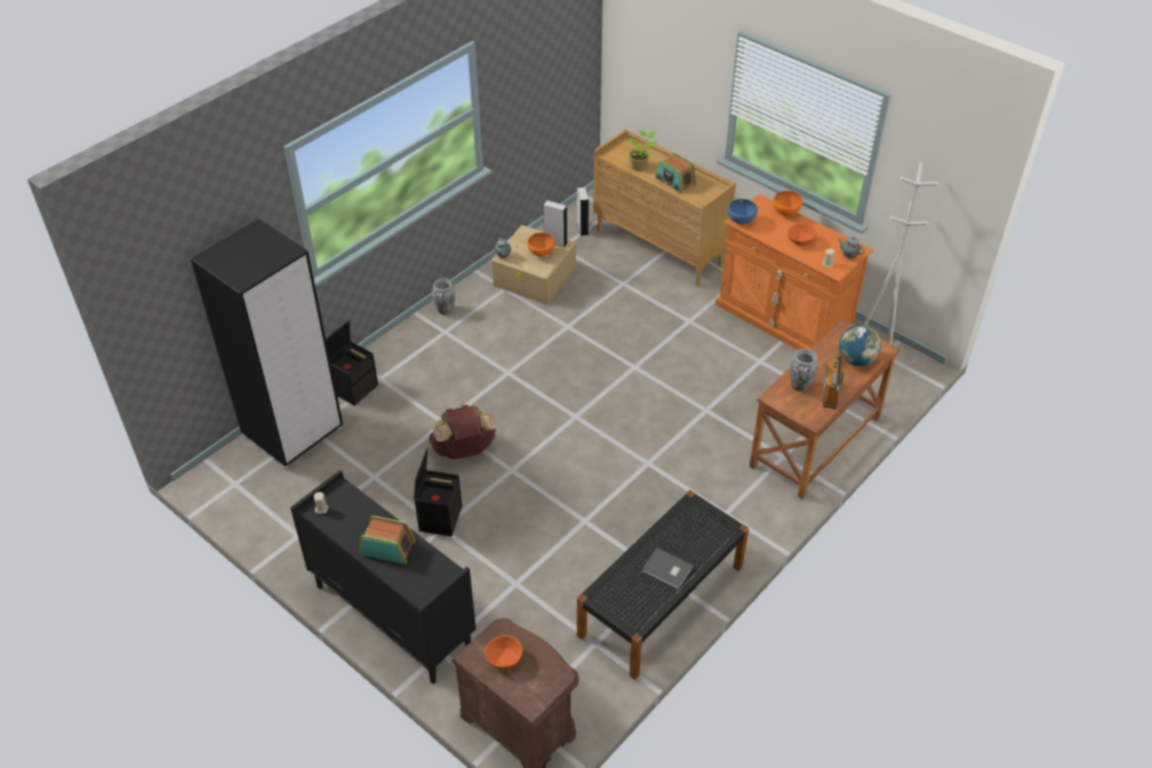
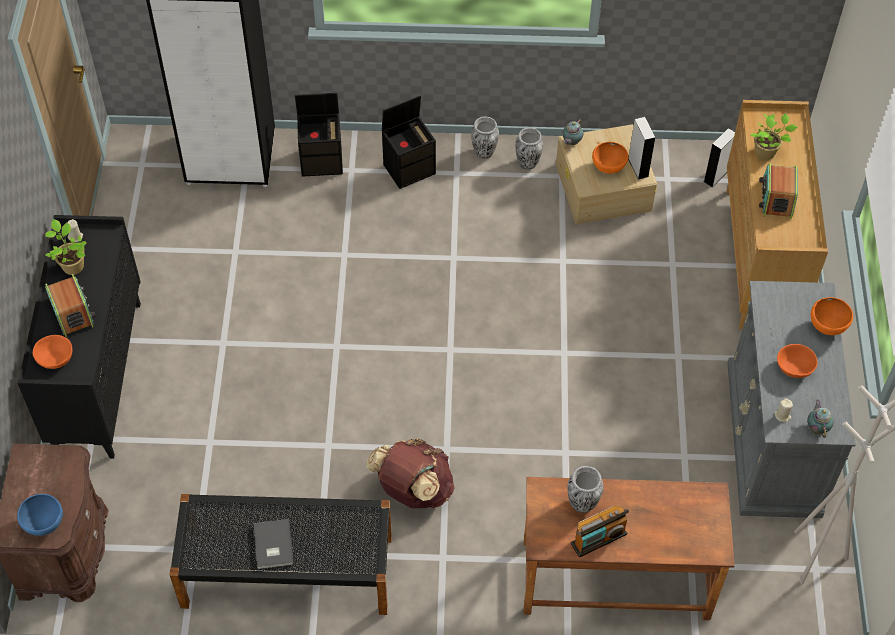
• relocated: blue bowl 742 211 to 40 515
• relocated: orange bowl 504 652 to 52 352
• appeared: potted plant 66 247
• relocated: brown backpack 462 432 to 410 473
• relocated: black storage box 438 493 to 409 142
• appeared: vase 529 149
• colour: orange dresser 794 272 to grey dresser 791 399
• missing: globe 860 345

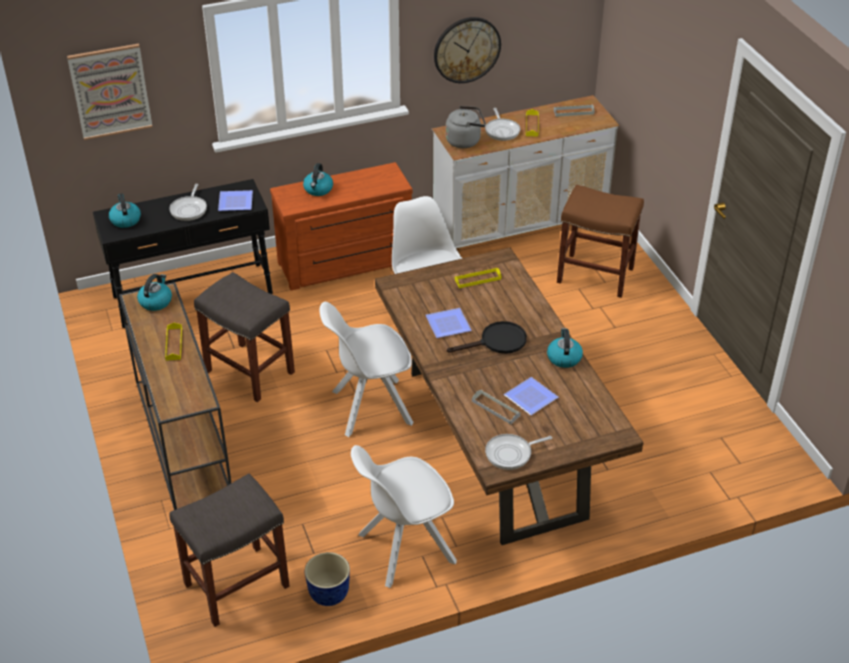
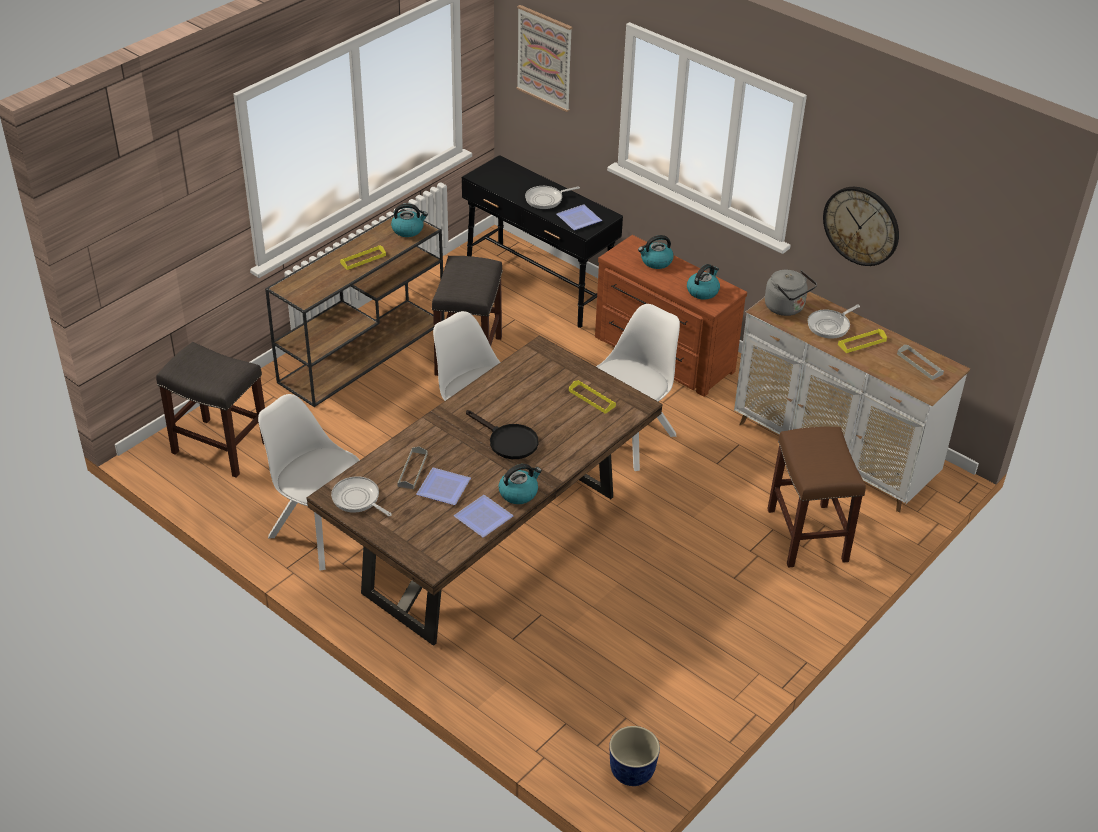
• relocated: plate 449 323 to 484 516
• relocated: planter 327 579 to 634 756
• relocated: kettle 125 210 to 703 282

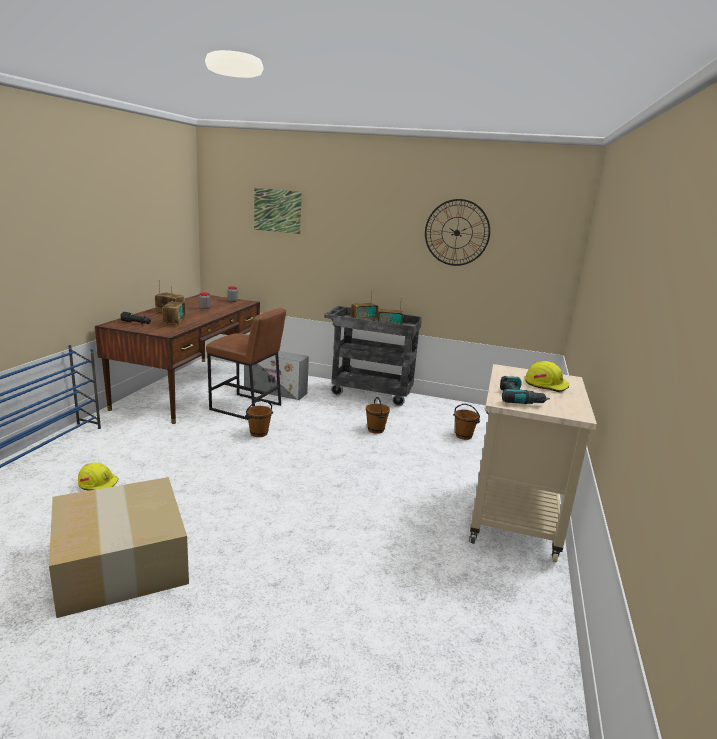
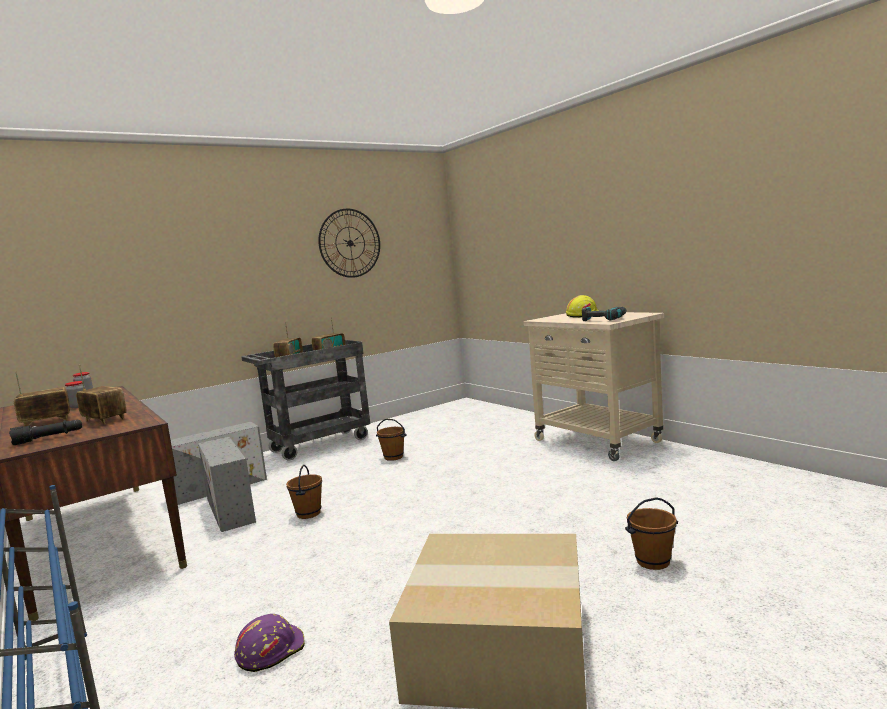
• exchanged: brown chair 246 364 to grey storage box 227 484
• colour: yellow hard hat 98 477 to purple hard hat 269 643
• relocated: brown bucket 466 422 to 651 533
• missing: picture 278 211

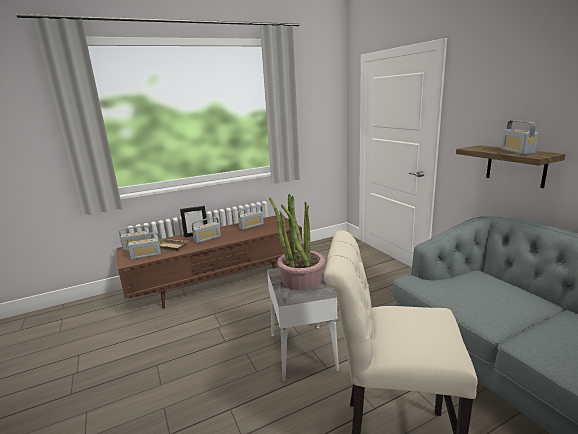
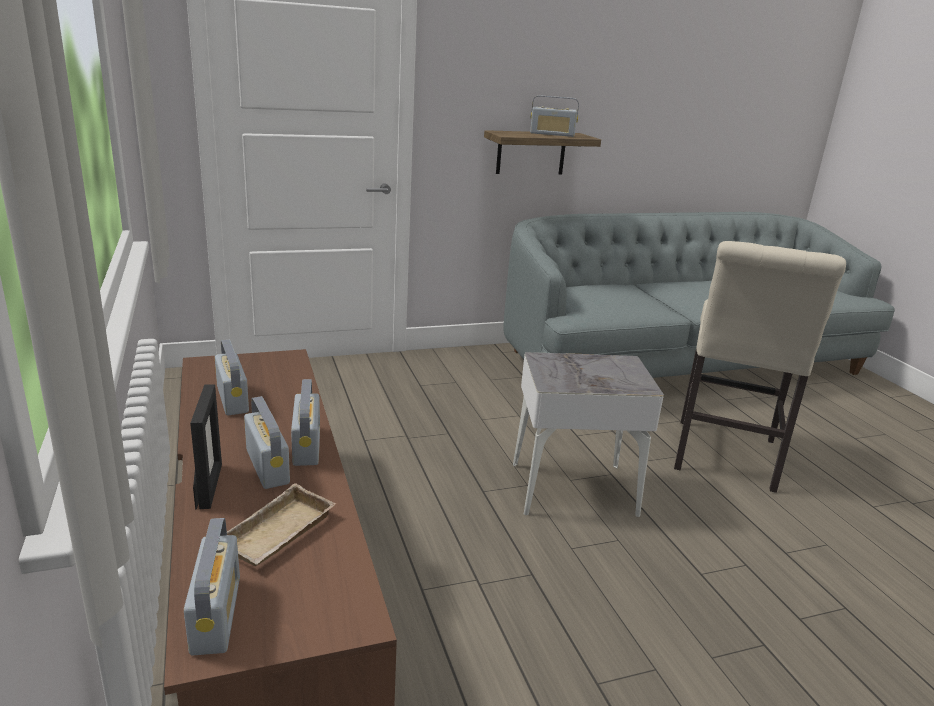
• relocated: radio 144 246 to 305 422
• missing: potted plant 297 242

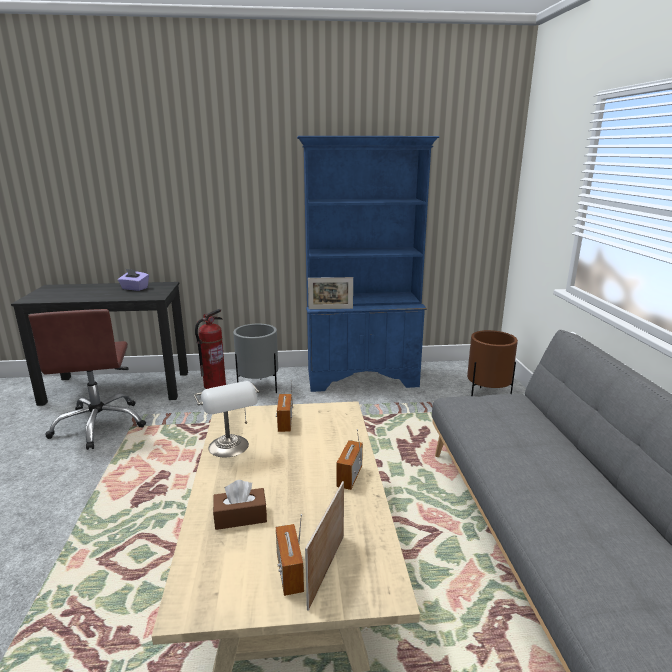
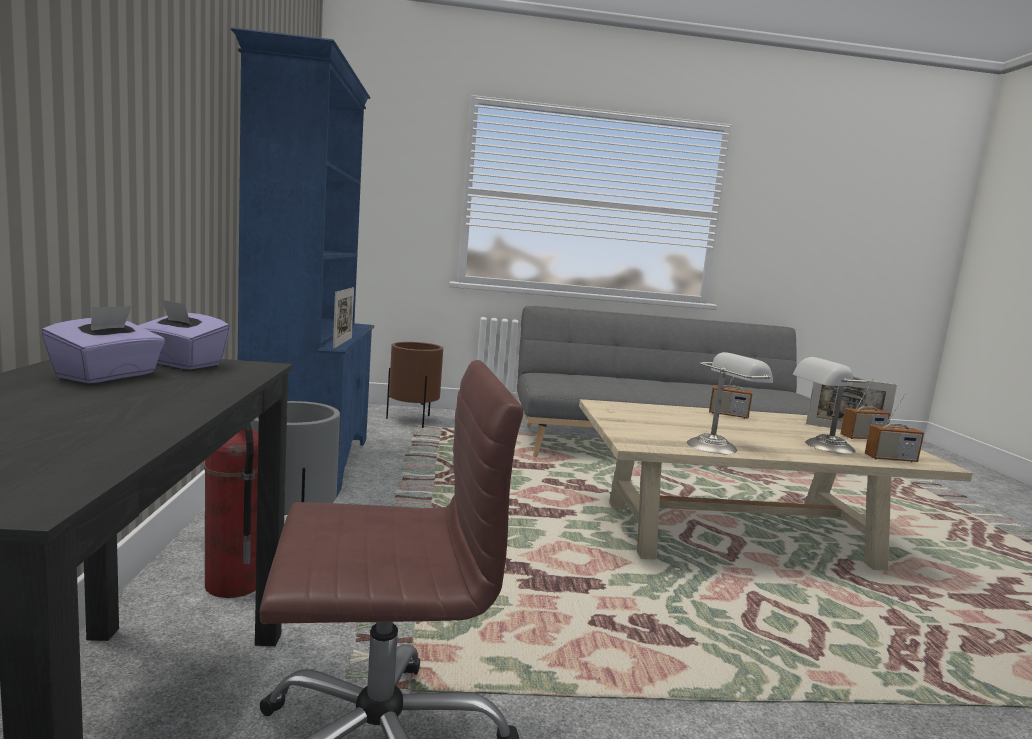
• appeared: purple tissue box 184 334
• exchanged: brown tissue box 240 505 to white table lamp 830 405
• relocated: radio 284 408 to 894 427

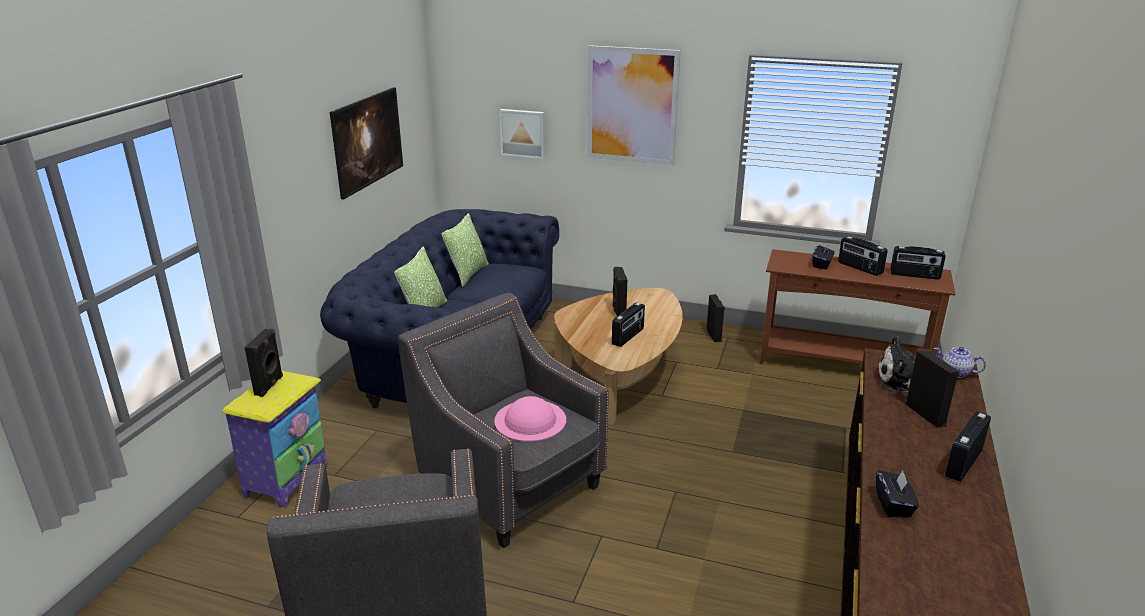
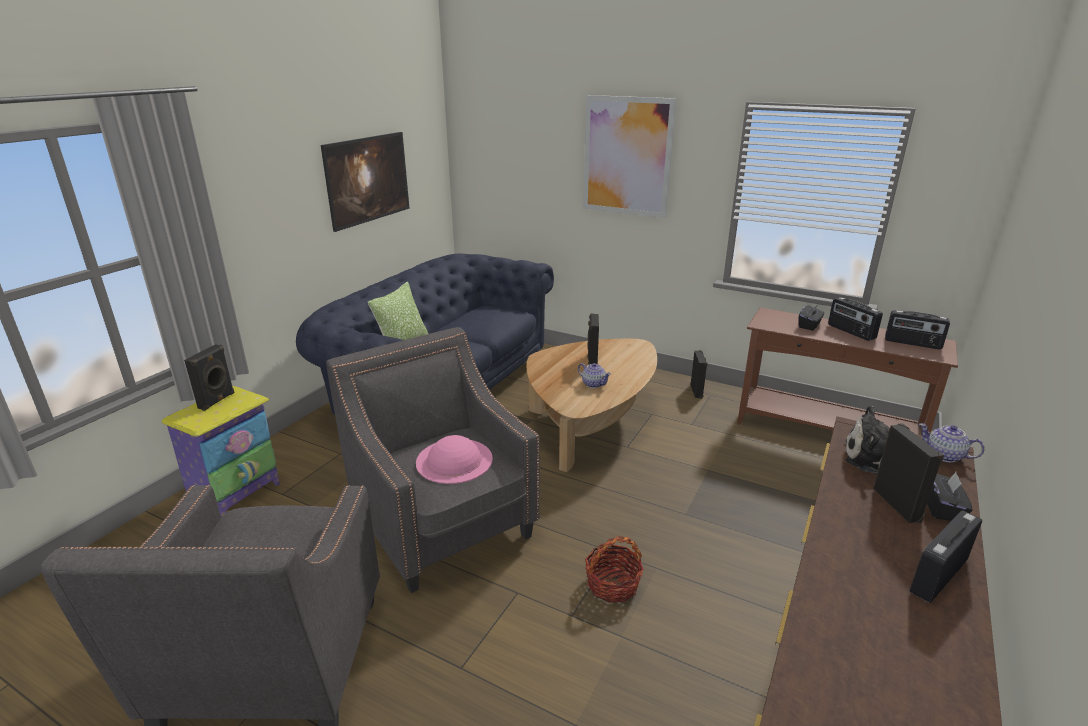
• exchanged: radio 628 324 to teapot 594 375
• appeared: basket 614 569
• relocated: black tissue box 897 494 to 950 496
• missing: pillow 465 250
• missing: picture 522 134

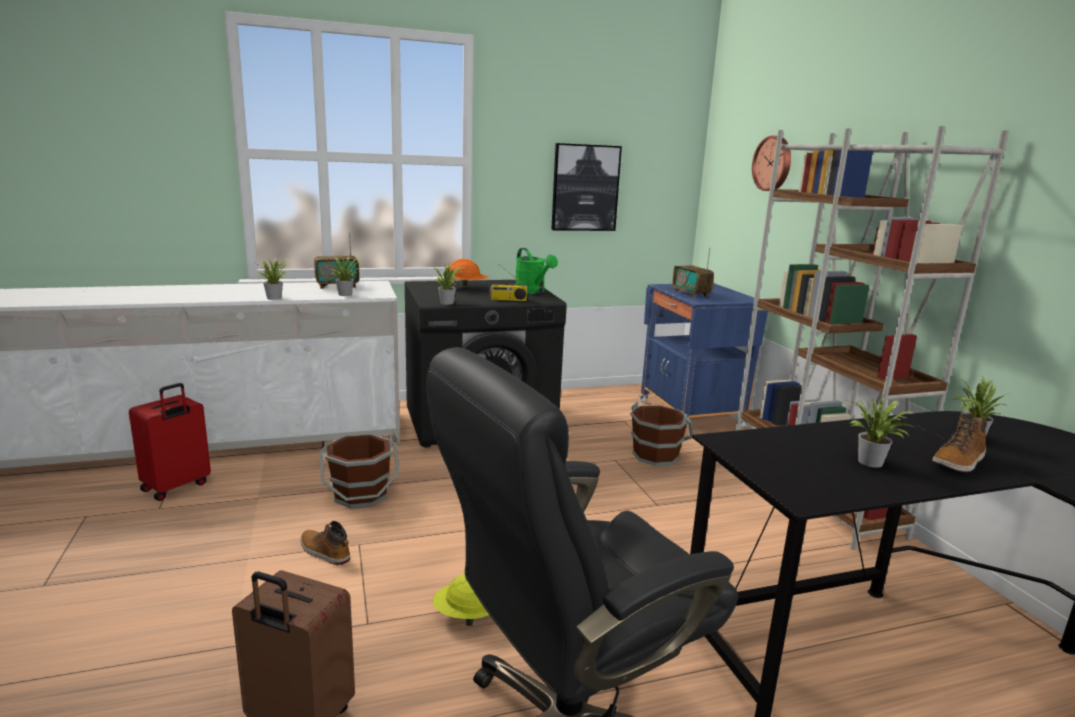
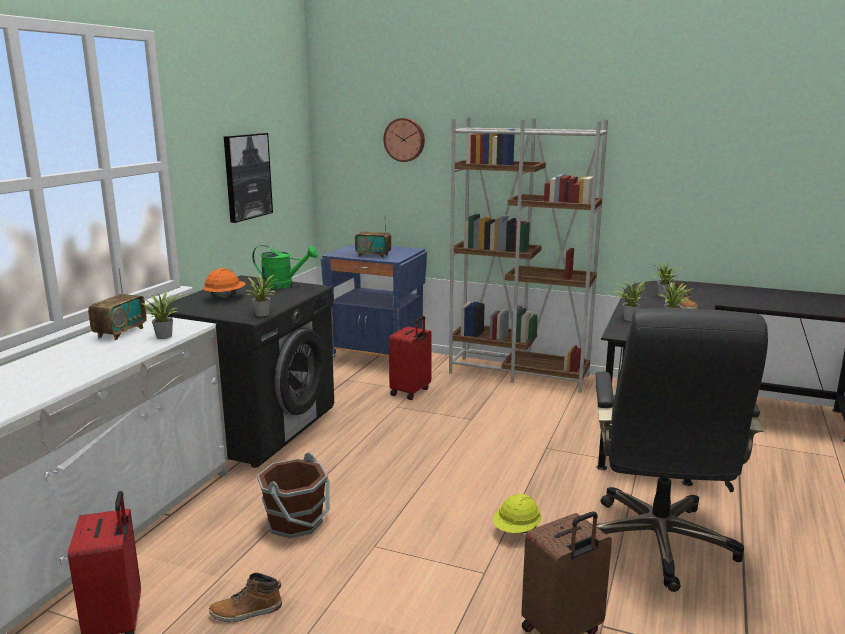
• relocated: boot 325 543 to 245 597
• exchanged: brown bucket 661 434 to red suitcase 410 358
• relocated: potted plant 270 278 to 629 300
• missing: radio 508 283

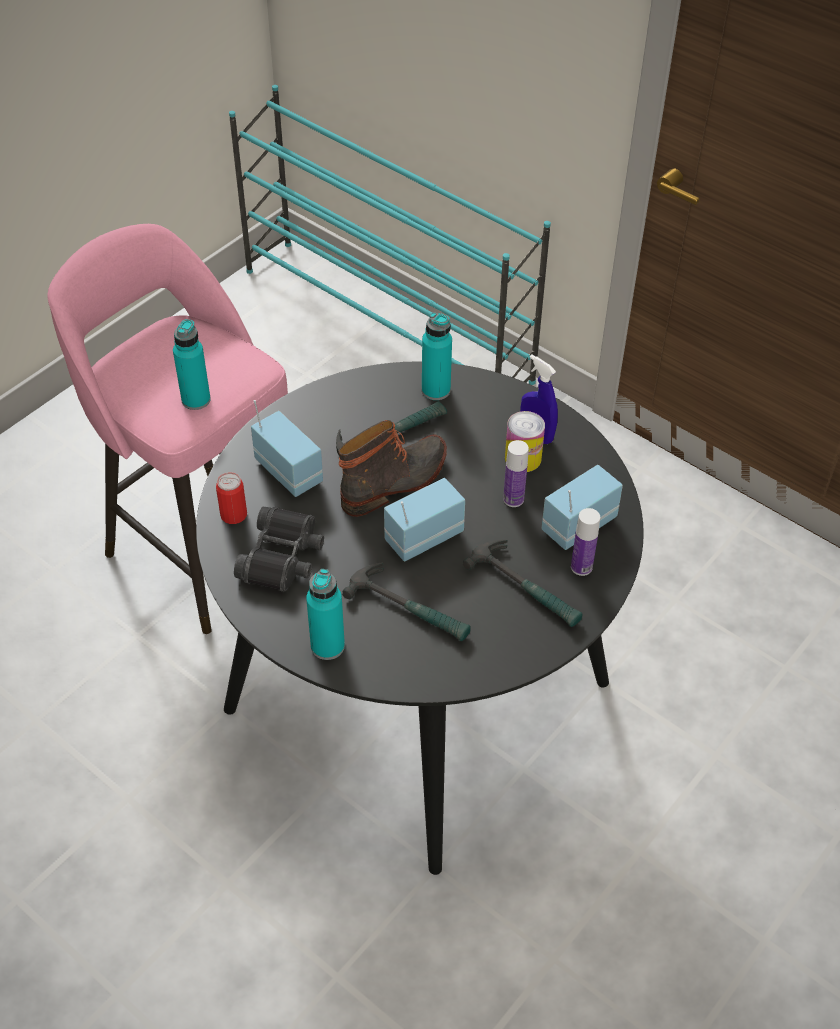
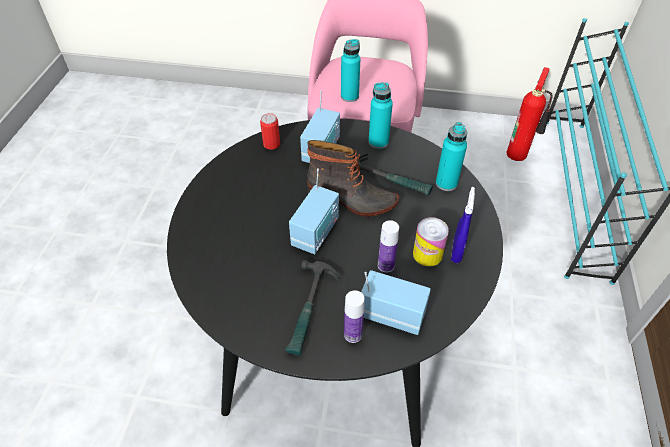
• spun: radio 424 520 = 314 211 90 degrees clockwise
• relocated: turquoise bottle 325 614 to 381 115
• appeared: fire extinguisher 530 114
• missing: black binoculars 279 549
• missing: hammer 406 602

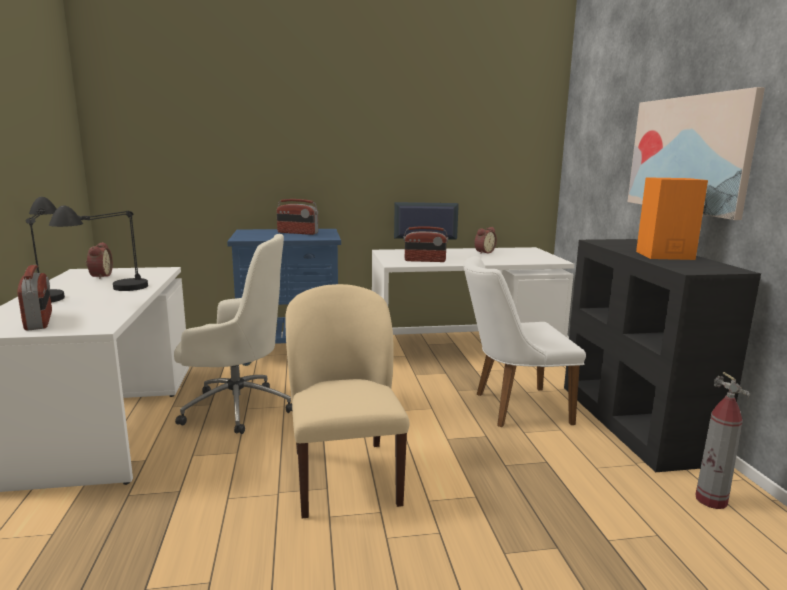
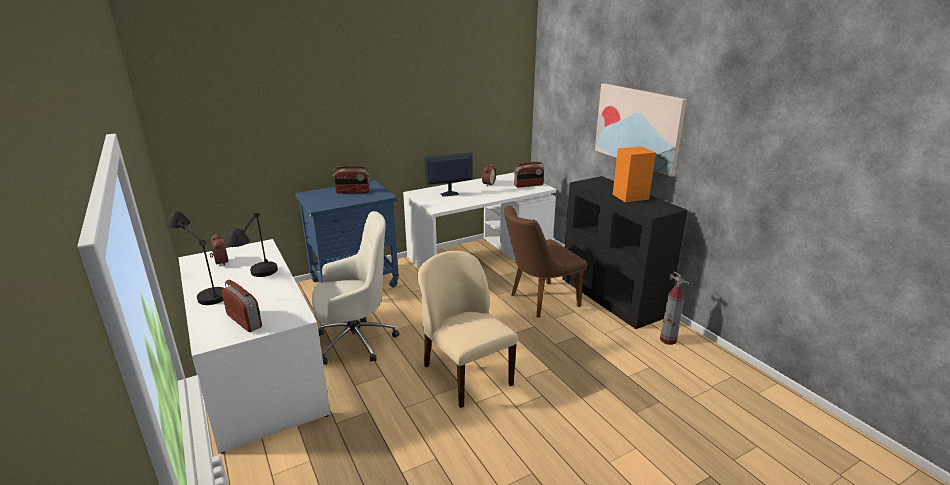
• colour: white chair 524 341 to brown chair 545 262
• relocated: radio 425 244 to 529 175

